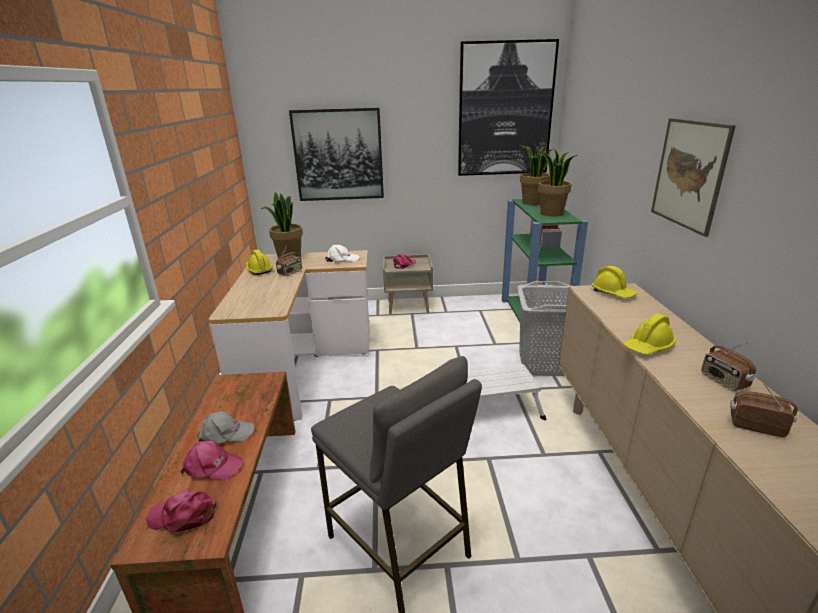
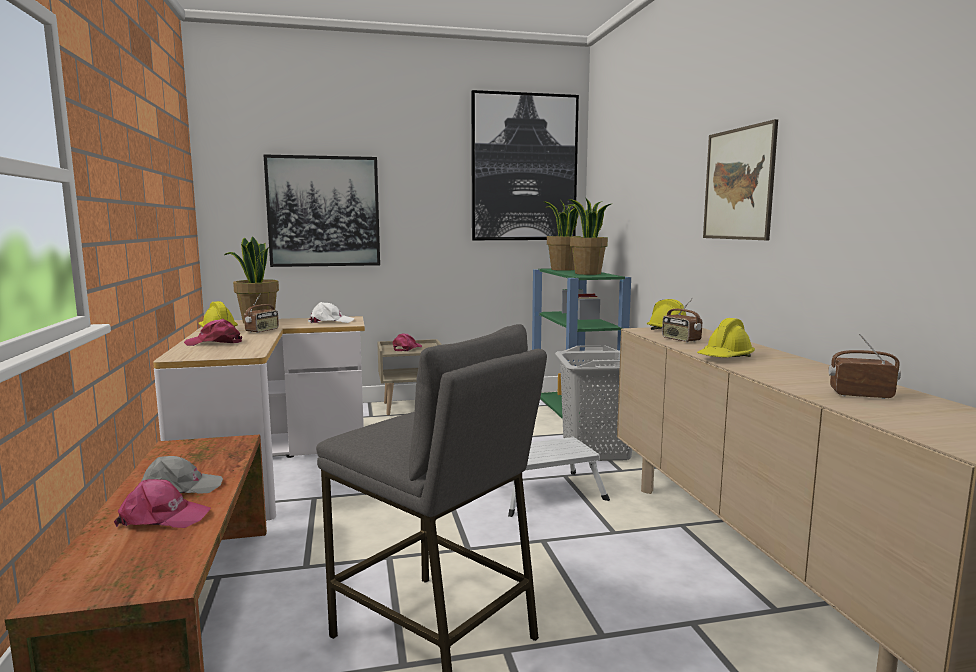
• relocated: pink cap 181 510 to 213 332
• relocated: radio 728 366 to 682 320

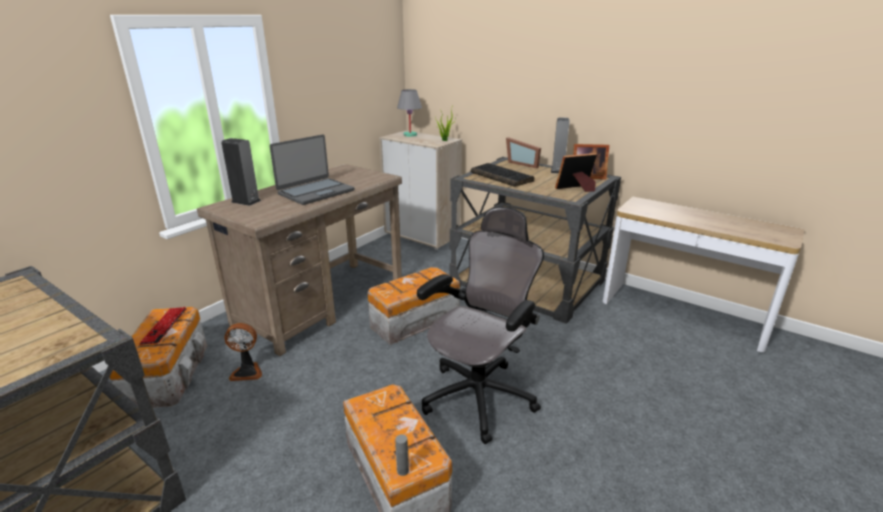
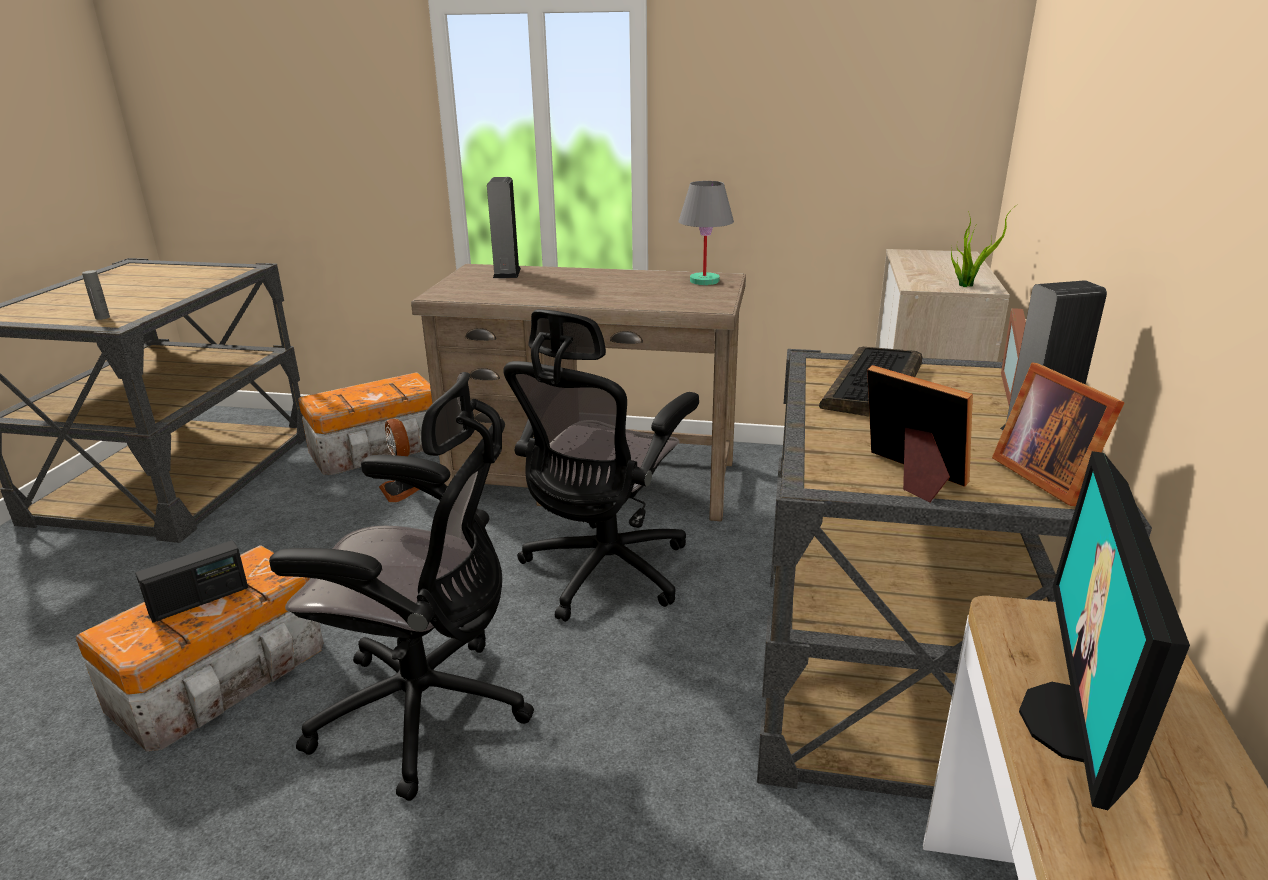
• relocated: grey bottle 402 455 to 96 295
• appeared: radio 191 581
• exchanged: storage box 414 306 to office chair 601 465
• relocated: grey table lamp 409 113 to 706 233
• appeared: monitor 1104 630
• missing: keyboard 163 326
• missing: laptop 312 169

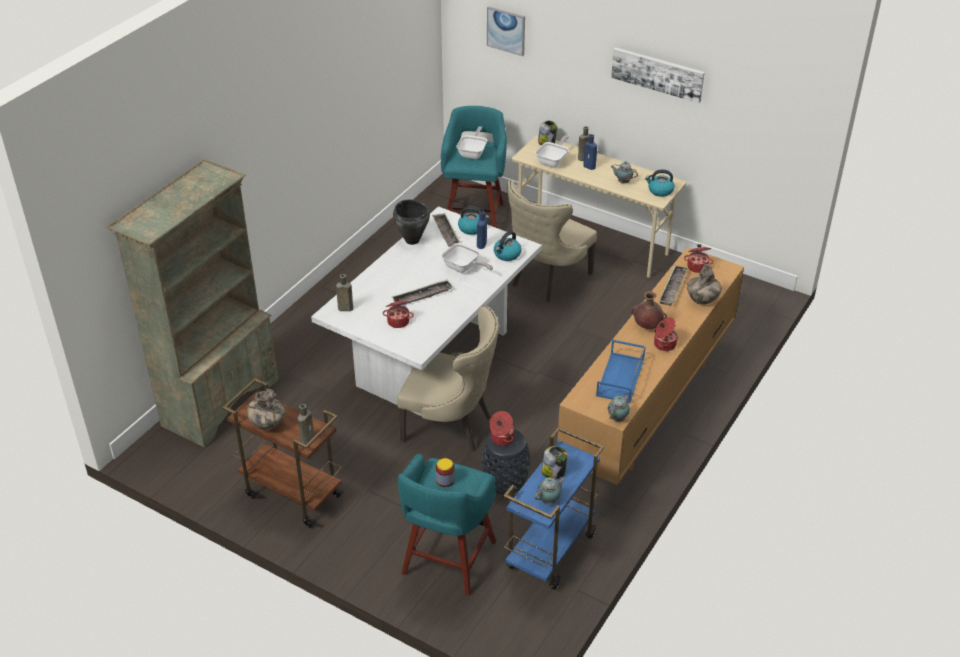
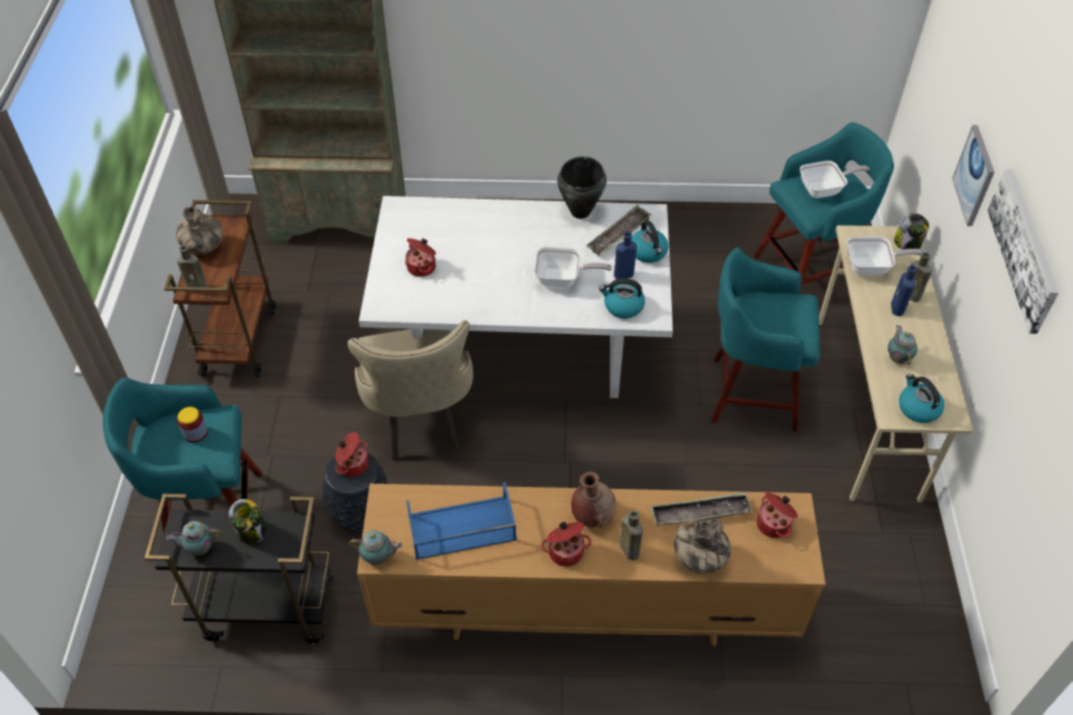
• colour: blue cart 553 508 to black cart 239 569
• spun: teapot 550 490 = 194 538 150 degrees clockwise
• spun: frying pan 467 258 = 573 267 90 degrees counterclockwise
• relocated: brown bottle 344 292 to 631 535
• exchanged: beige chair 552 241 to turquoise stool 766 339
• relocated: picture 506 31 to 973 175
• missing: tray 422 292

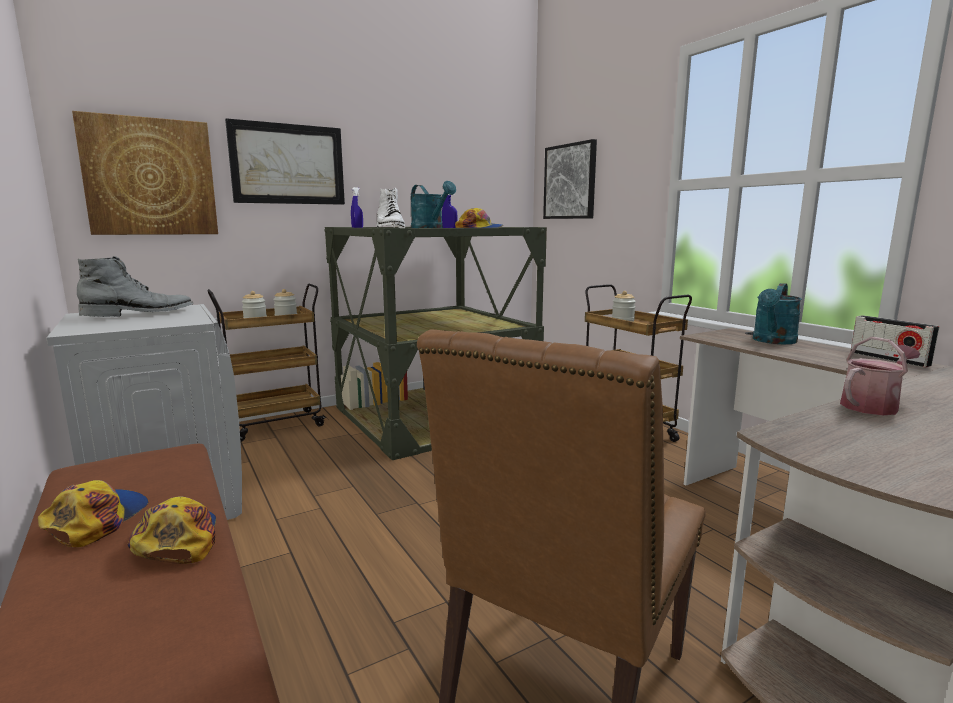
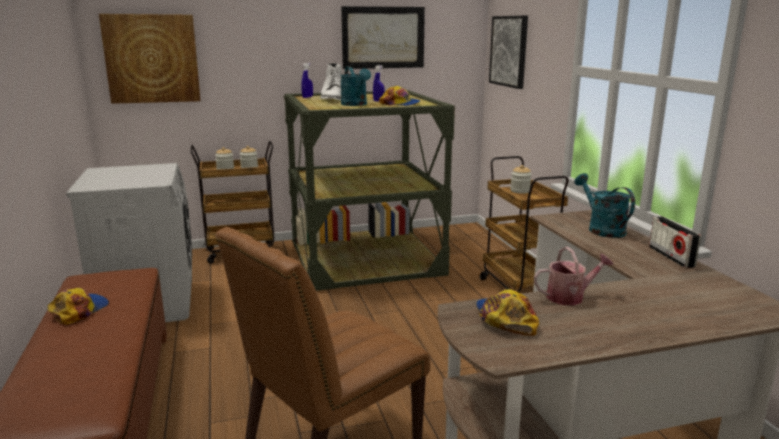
• relocated: picture 285 161 to 383 37
• relocated: cap 171 530 to 507 312
• spun: turquoise watering can 777 313 = 604 205 105 degrees clockwise
• missing: grey boot 135 286

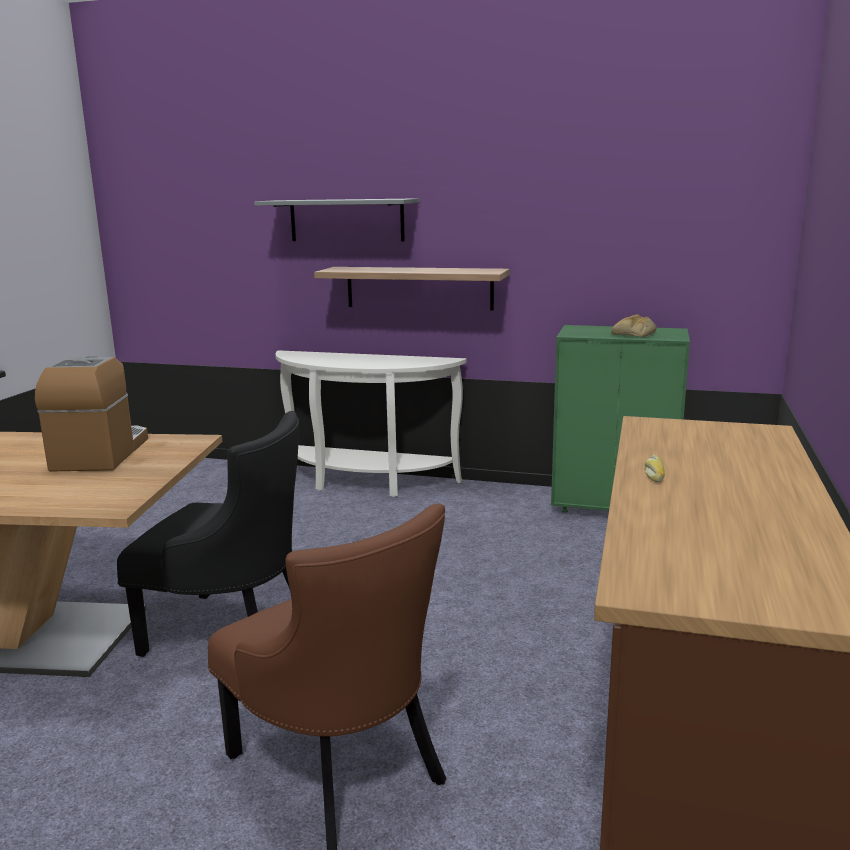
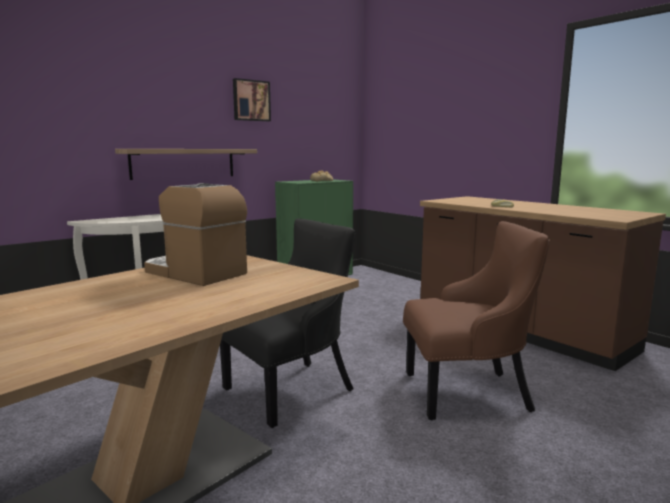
• appeared: picture 252 99
• missing: grey shelf 336 219

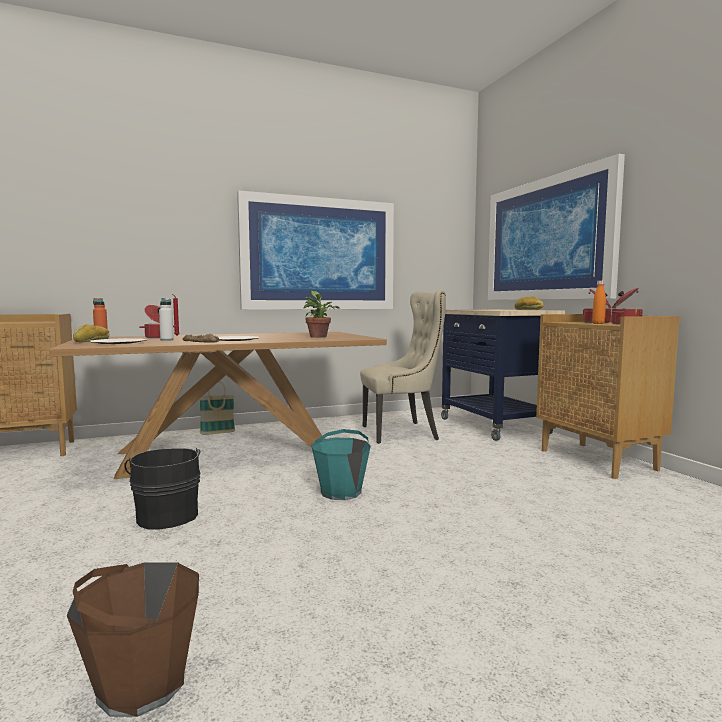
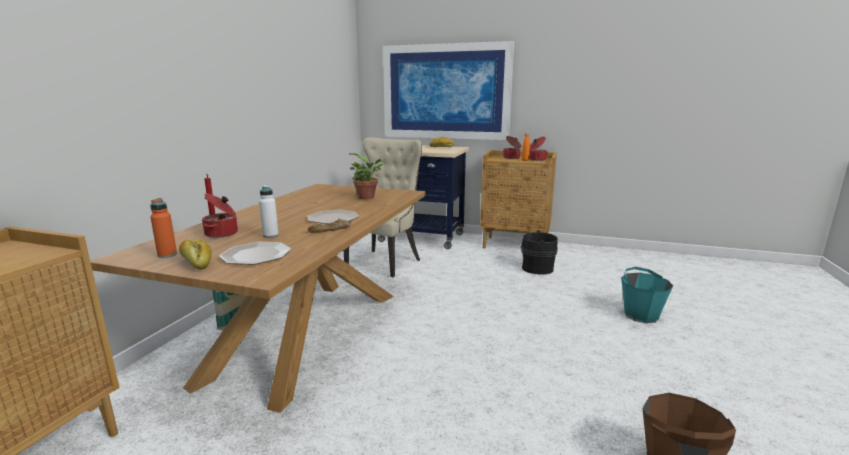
• relocated: black bucket 162 488 to 539 252
• relocated: turquoise bucket 341 464 to 647 295
• missing: picture 315 250

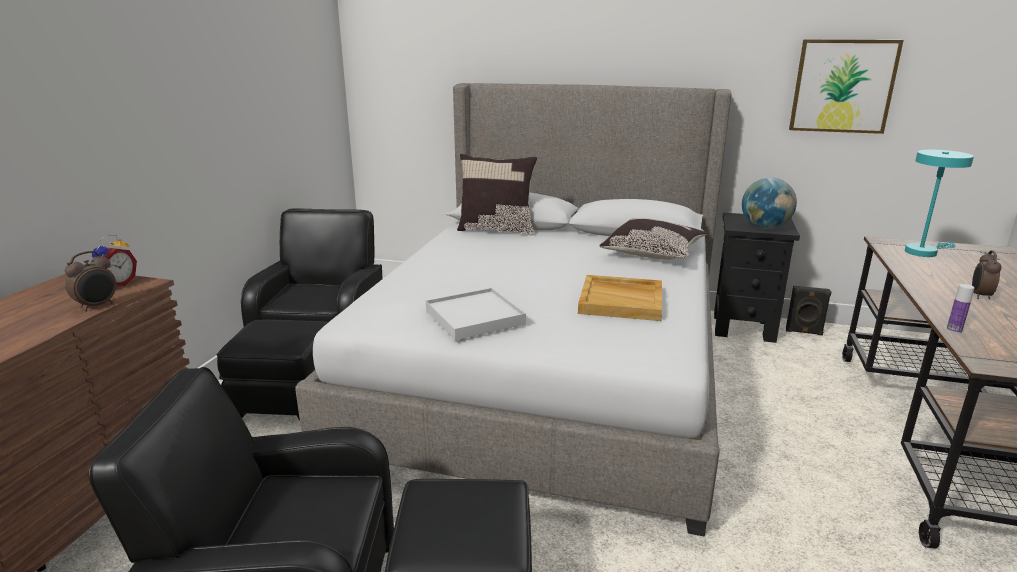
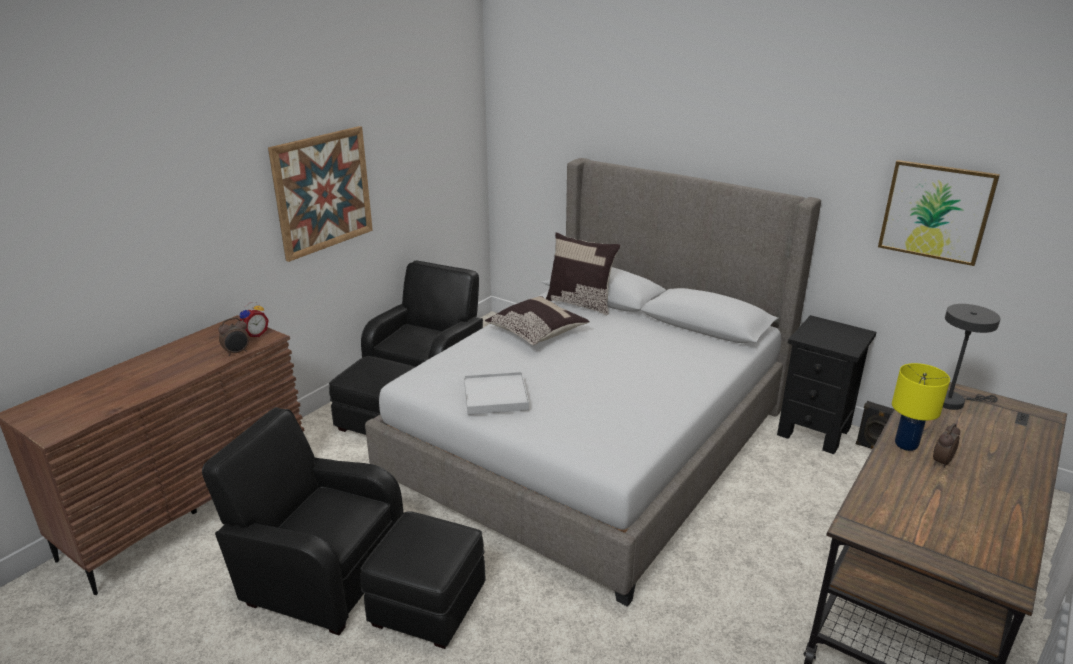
• appeared: picture 320 194
• relocated: pillow 653 239 to 537 320
• appeared: yellow table lamp 921 407
• colour: turquoise table lamp 939 203 to grey table lamp 972 357
• missing: beige tray 620 298
• missing: globe 769 203
• missing: bottle 961 308

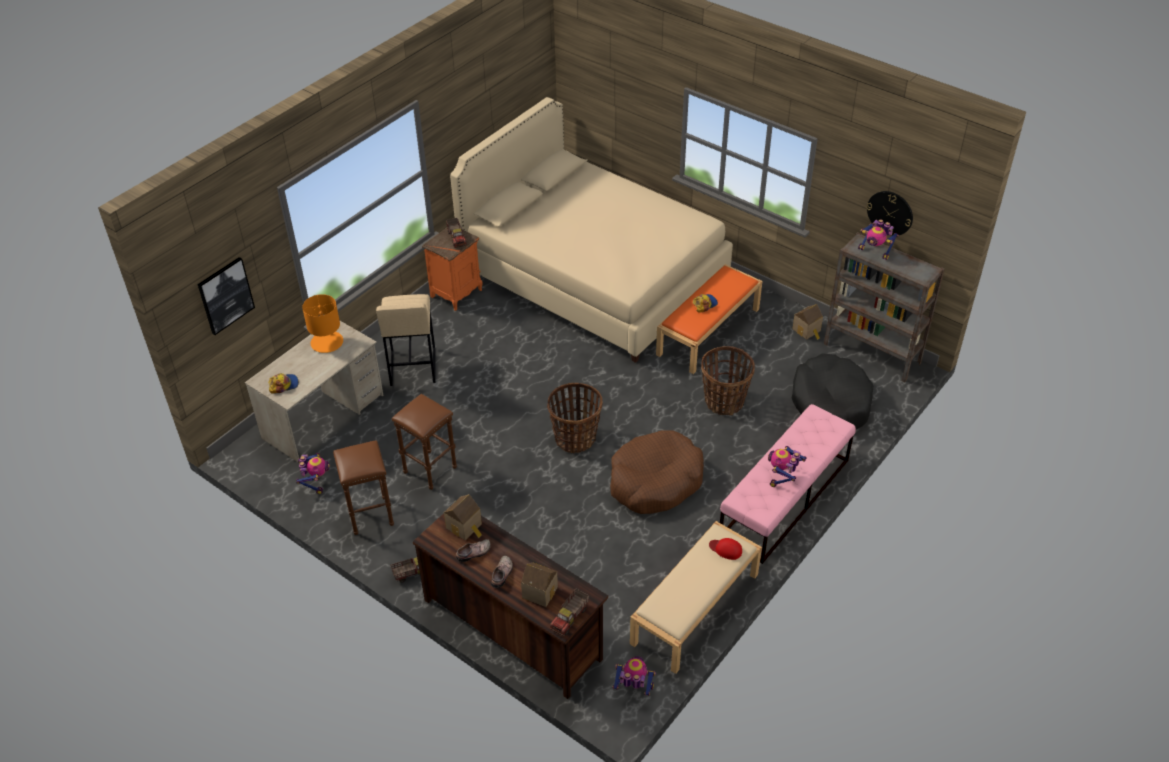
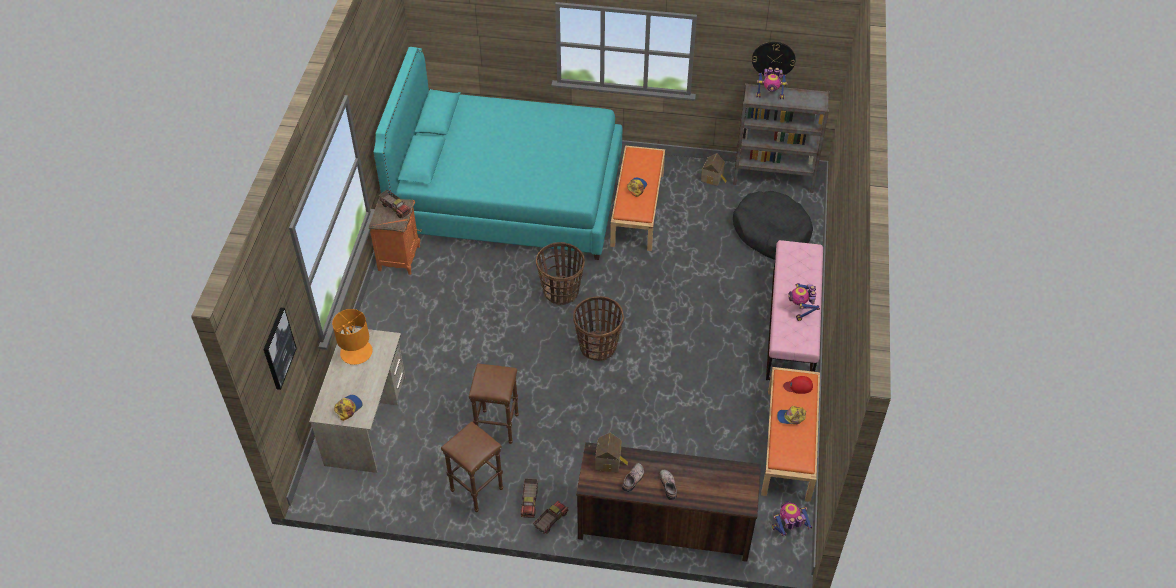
• colour: beige bed 591 230 to turquoise bed 498 153
• relocated: toy truck 569 612 to 529 498
• relocated: basket 728 380 to 560 273
• colour: beige bench 696 597 to orange bench 790 434
• appeared: cap 791 415
• missing: toy robot 313 473
• missing: beige stool 406 340
• missing: toy house 539 585
• missing: brown dog bed 657 472

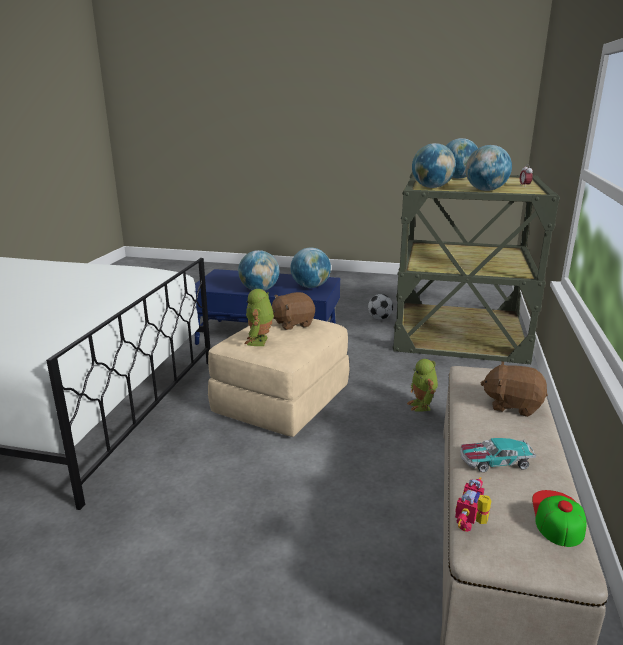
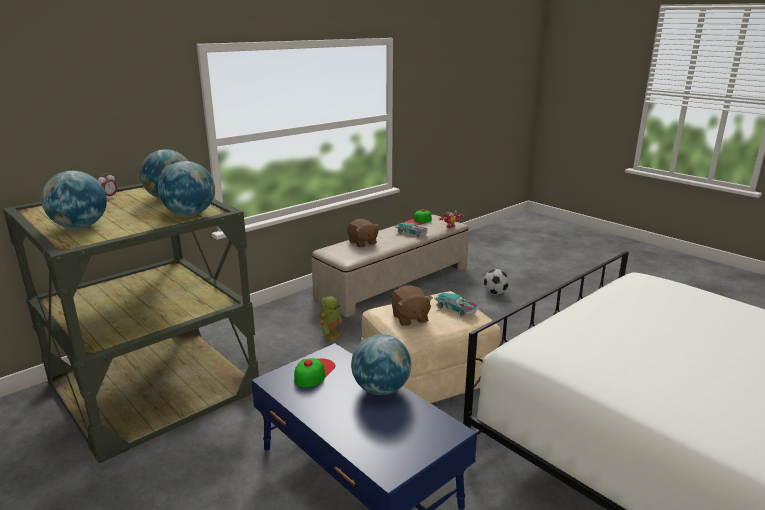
• exchanged: globe 311 267 to cap 314 373
• spun: brown plush toy 293 311 = 412 305 60 degrees clockwise
• exchanged: toy robot 259 317 to toy car 456 305
• relocated: football 380 307 to 496 282

